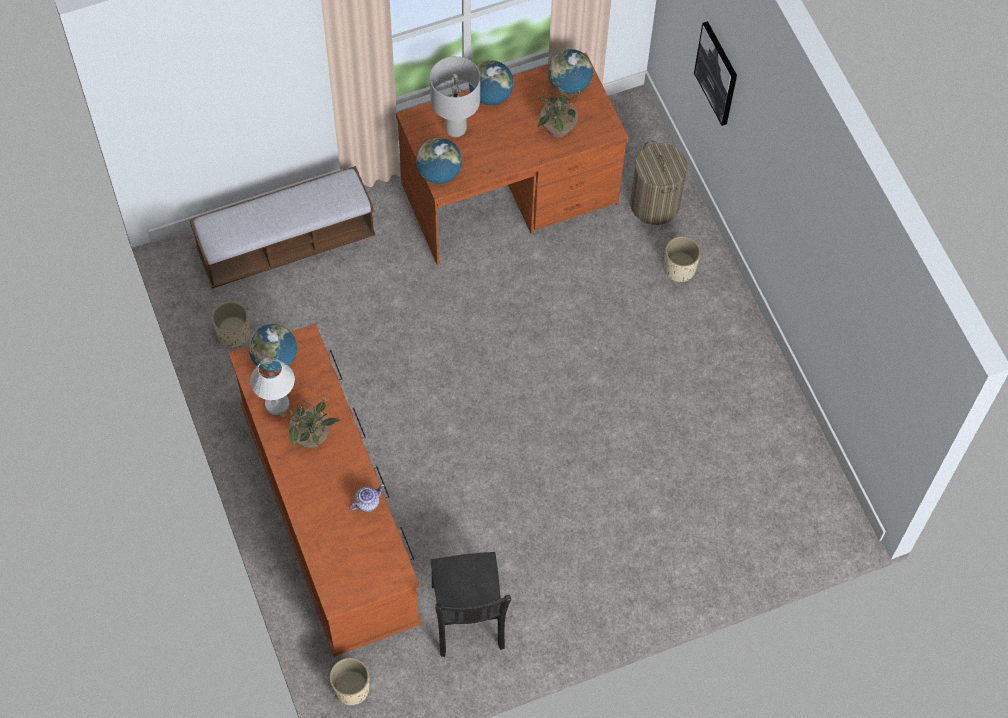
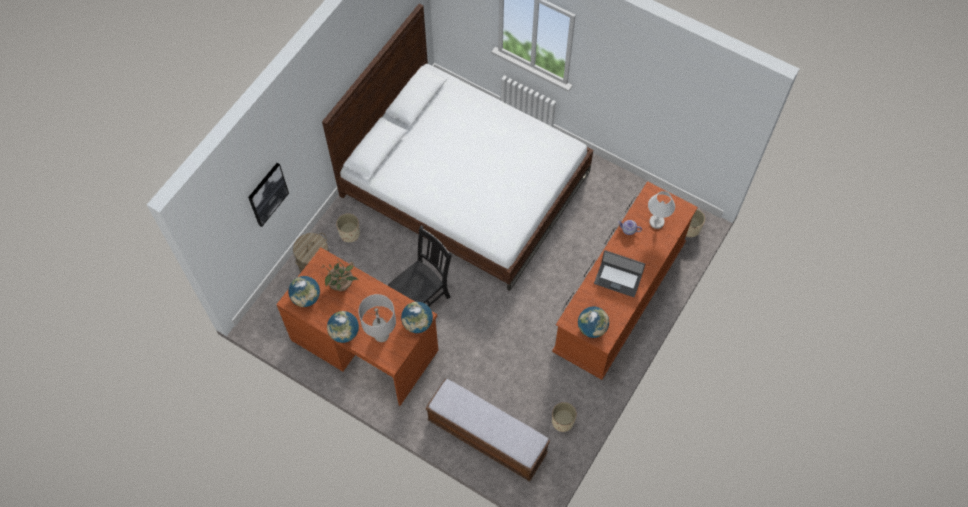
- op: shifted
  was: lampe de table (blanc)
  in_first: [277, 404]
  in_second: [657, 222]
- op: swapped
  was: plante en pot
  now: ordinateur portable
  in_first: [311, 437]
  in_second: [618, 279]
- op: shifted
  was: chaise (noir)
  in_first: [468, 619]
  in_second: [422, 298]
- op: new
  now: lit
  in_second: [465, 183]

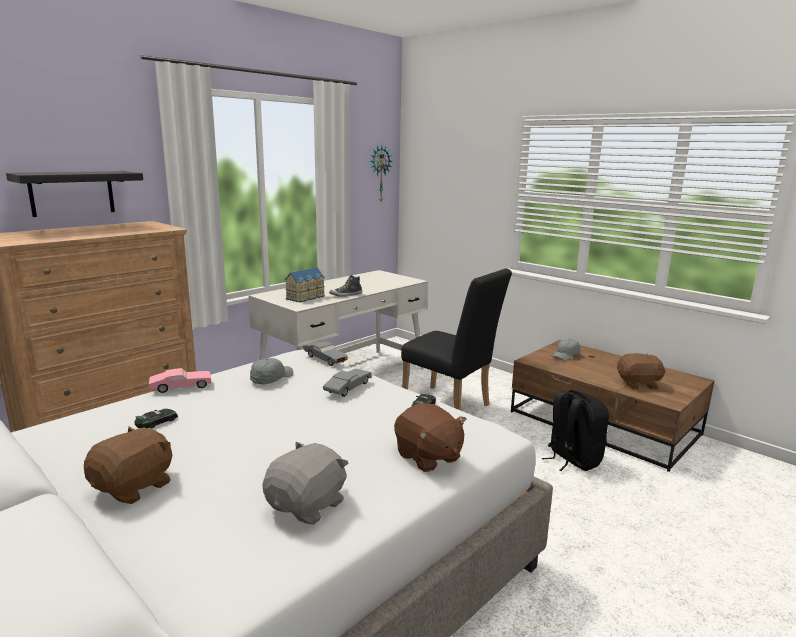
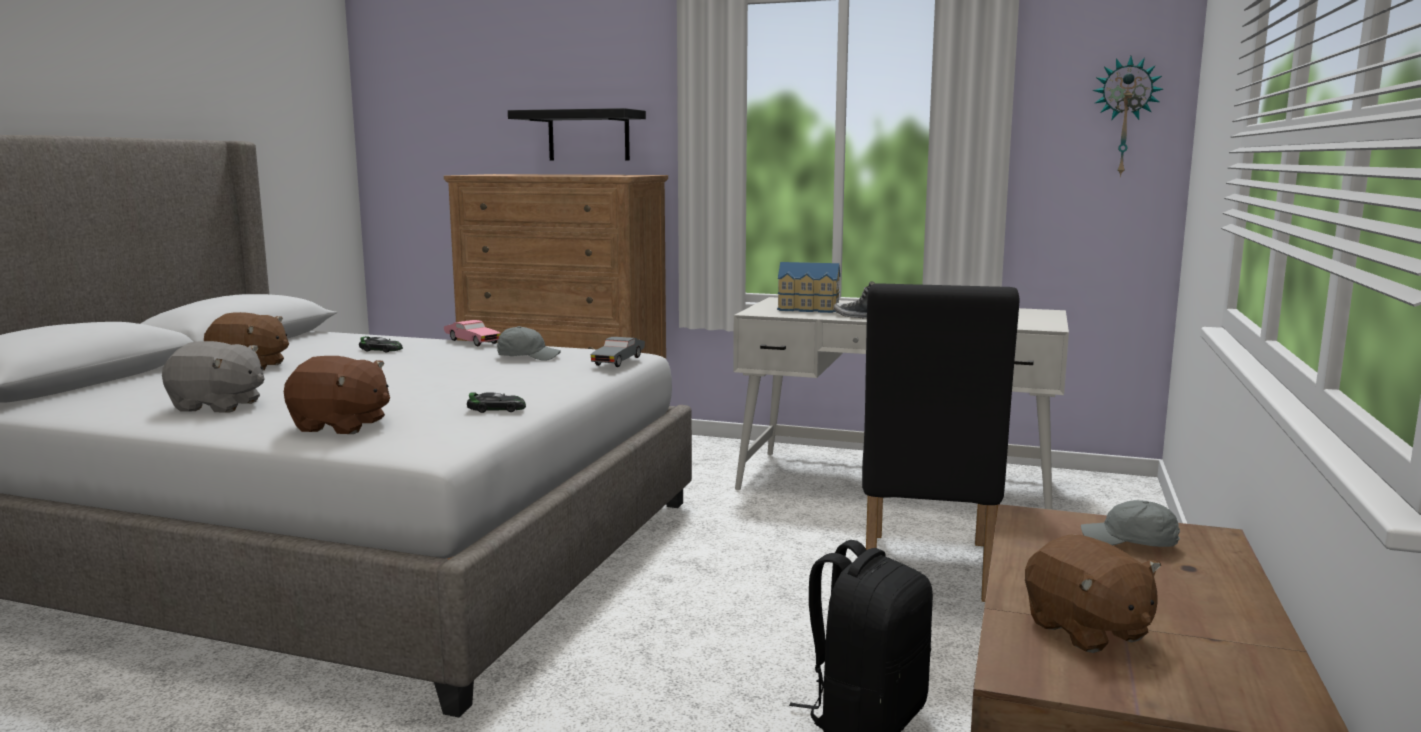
- op: gone
  was: petite voiture (gris)
  in_first: [348, 388]
- op: rotated
  was: peluche (marron)
  in_first: [428, 457]
  in_second: [341, 426]
  clockwise: -105

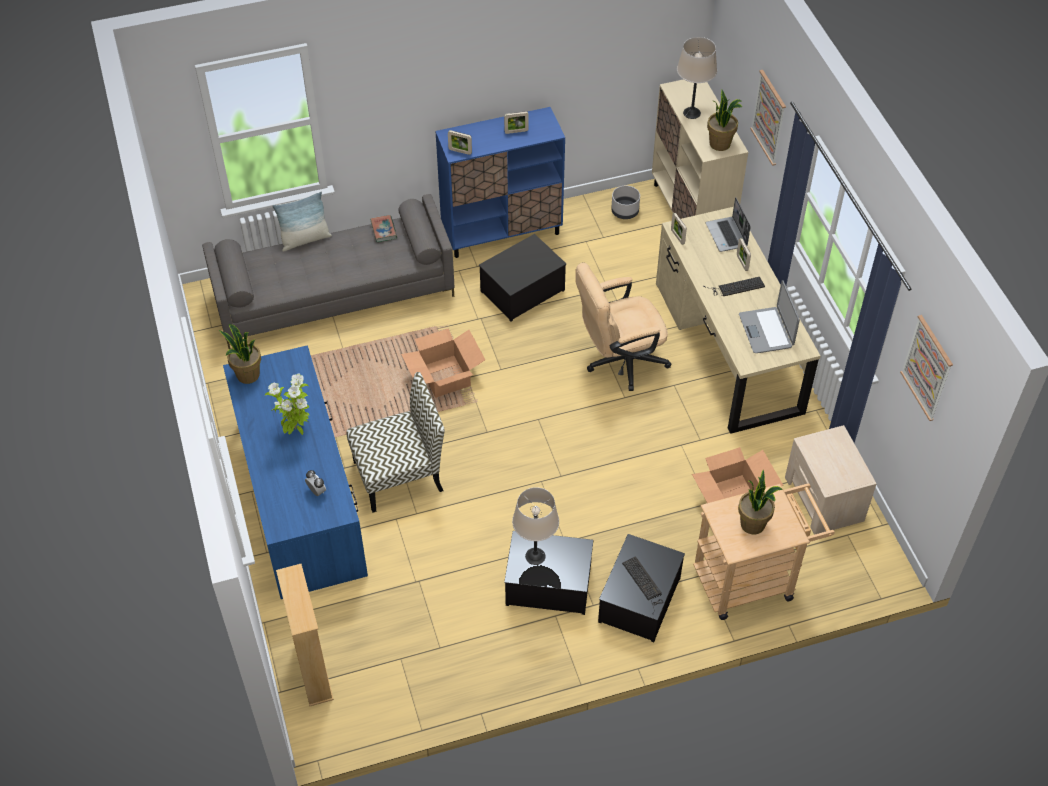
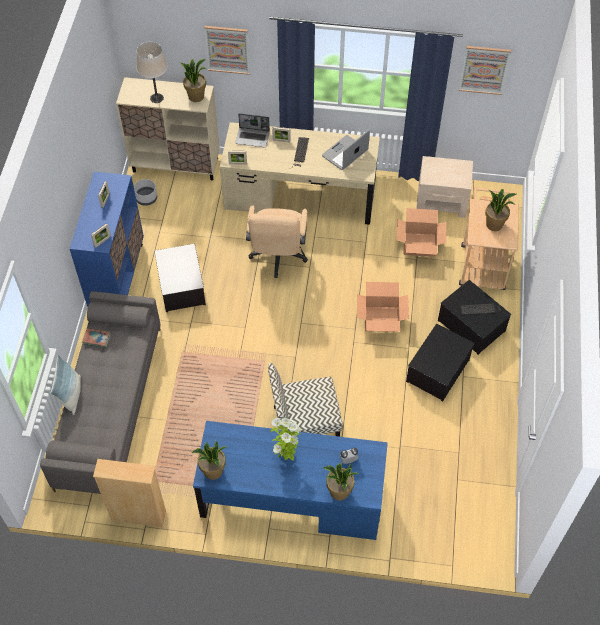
- op: shifted
  was: bibliothèque (beige)
  in_first: [313, 671]
  in_second: [139, 516]
- op: rotated
  was: chaise
  in_first: [399, 475]
  in_second: [304, 424]
  clockwise: -105
- op: shifted
  was: carton
  in_first: [444, 377]
  in_second: [381, 319]
- op: gone
  was: lampe de table (beige)
  in_first: [535, 556]
- op: rotated
  was: ordinateur portable
  in_first: [766, 331]
  in_second: [345, 153]
  clockwise: 120
- op: new
  now: plante en pot
  in_second: [339, 492]

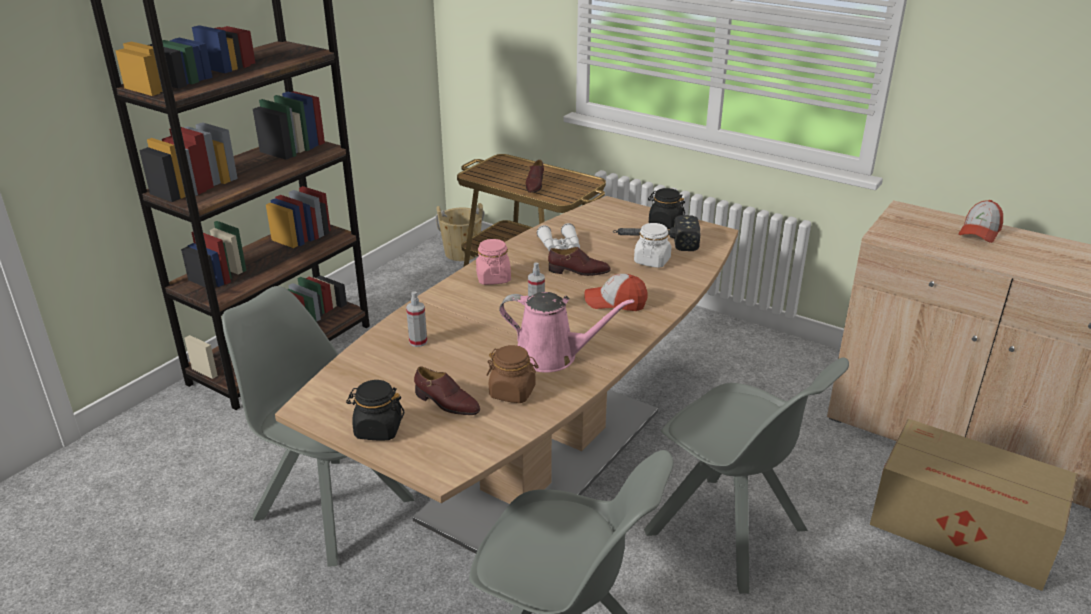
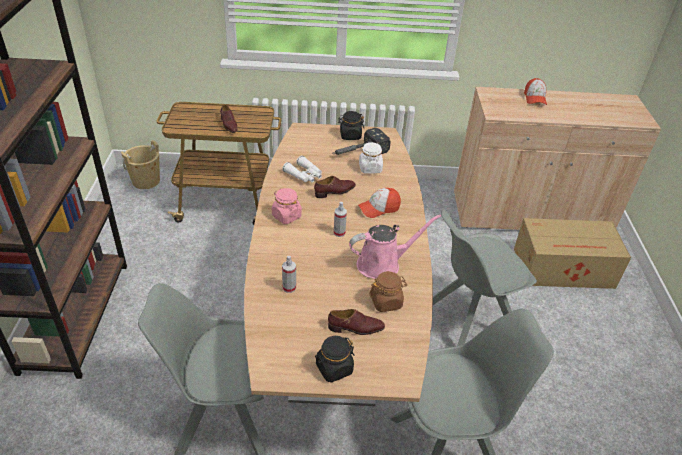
- op: rotated
  was: chaise (gris)
  in_first: [729, 534]
  in_second: [467, 322]
  clockwise: 150

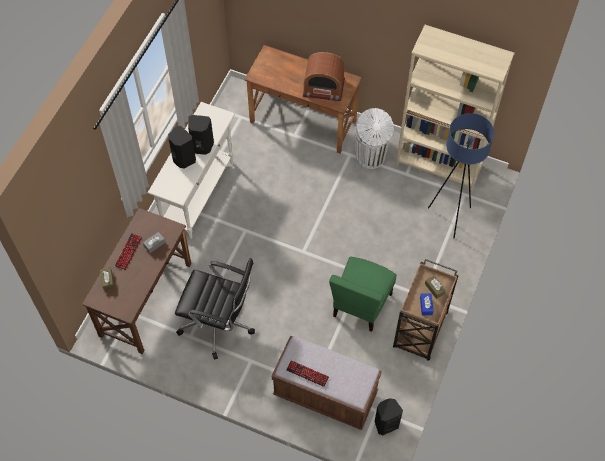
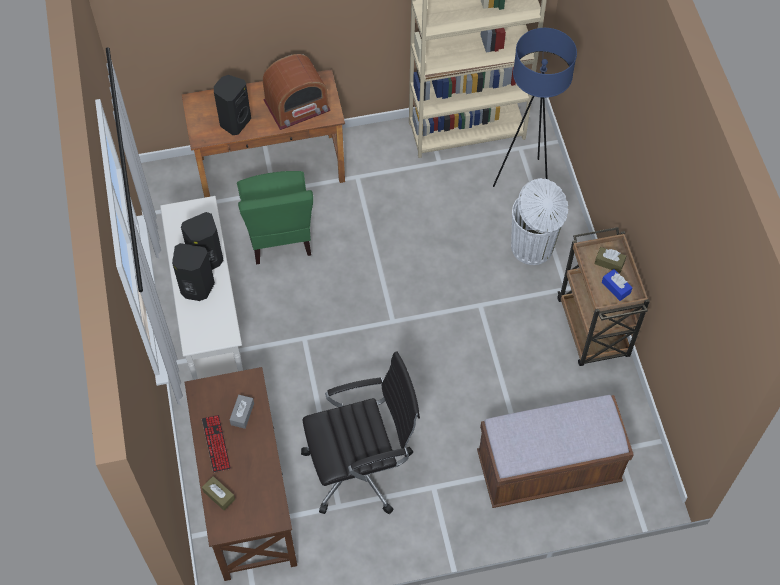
- op: gone
  was: clavier
  in_first: [307, 374]
- op: shifted
  was: chaise (vert)
  in_first: [361, 305]
  in_second: [279, 234]
- op: shifted
  was: poubelle (blanc)
  in_first: [370, 157]
  in_second: [533, 248]
- op: shifted
  was: enceinte (noir)
  in_first: [386, 423]
  in_second: [234, 122]

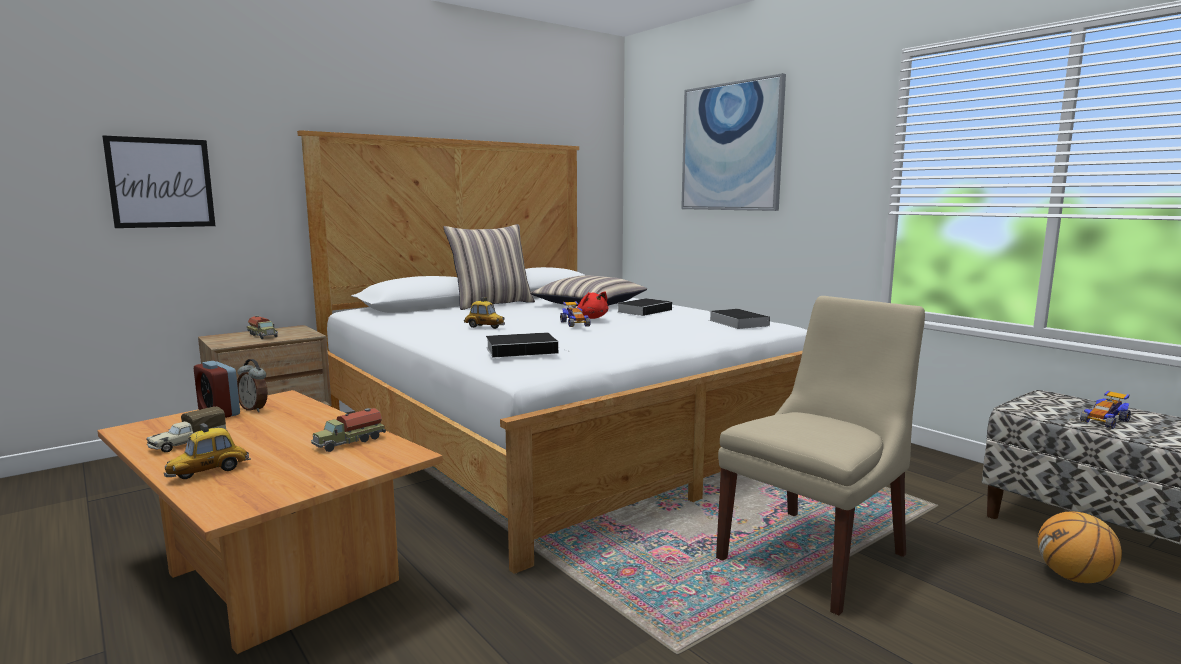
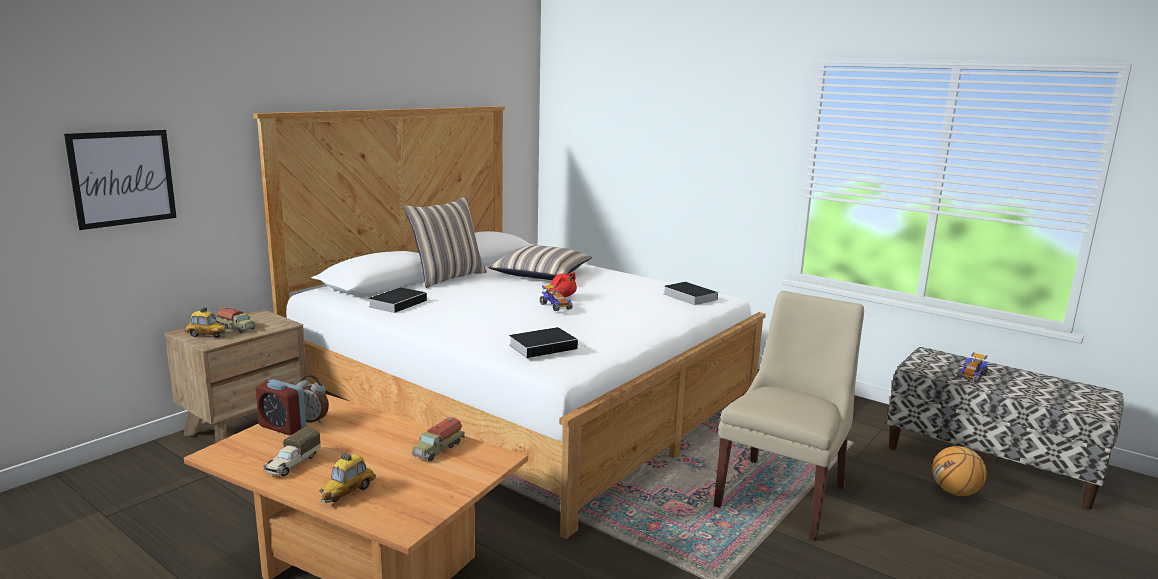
- op: shifted
  was: petite voiture
  in_first: [484, 327]
  in_second: [206, 336]
- op: shifted
  was: livre
  in_first: [645, 310]
  in_second: [398, 303]
- op: gone
  was: tableau
  in_first: [731, 147]

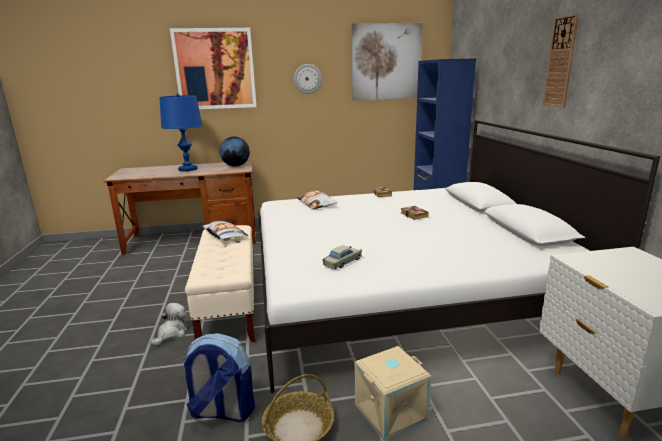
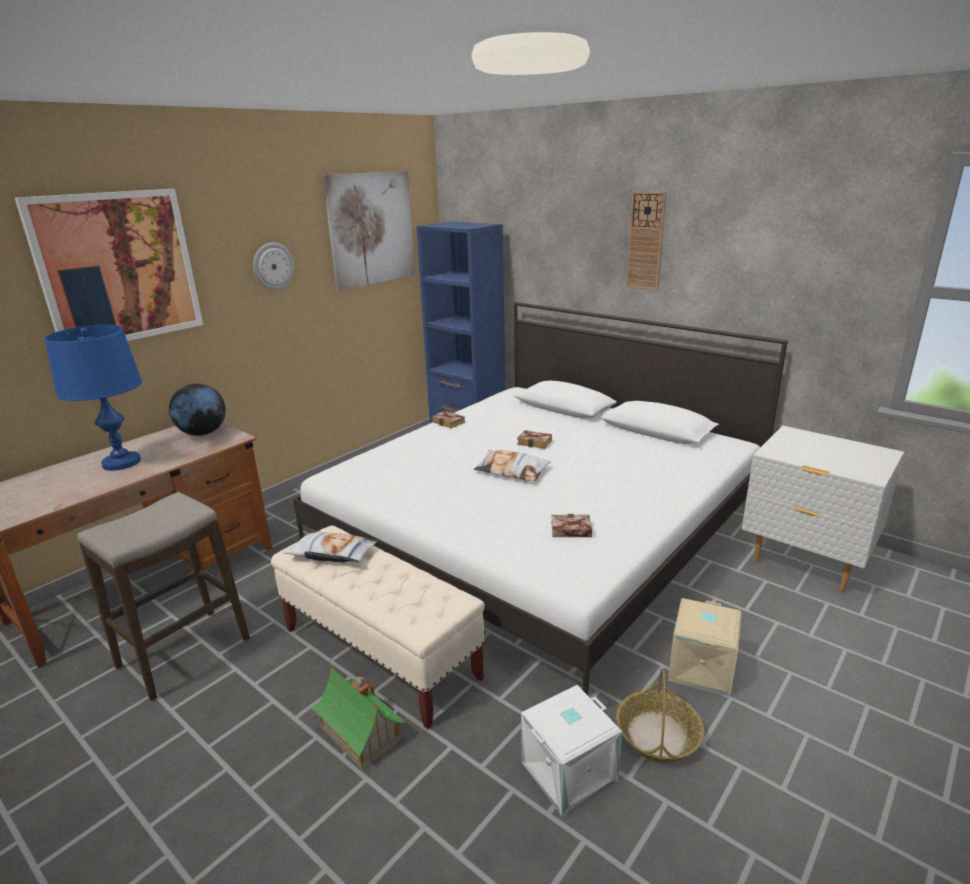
- op: swapped
  was: peluche
  now: maison miniature
  in_first: [171, 333]
  in_second: [359, 732]
- op: swapped
  was: sac à dos
  now: boîte de rangement (blanc)
  in_first: [222, 411]
  in_second: [569, 773]
- op: shifted
  was: coussin
  in_first: [316, 204]
  in_second: [512, 470]
- op: swapped
  was: petite voiture (beige)
  now: livre
  in_first: [342, 262]
  in_second: [569, 531]
- op: new
  now: tabouret
  in_second: [185, 653]

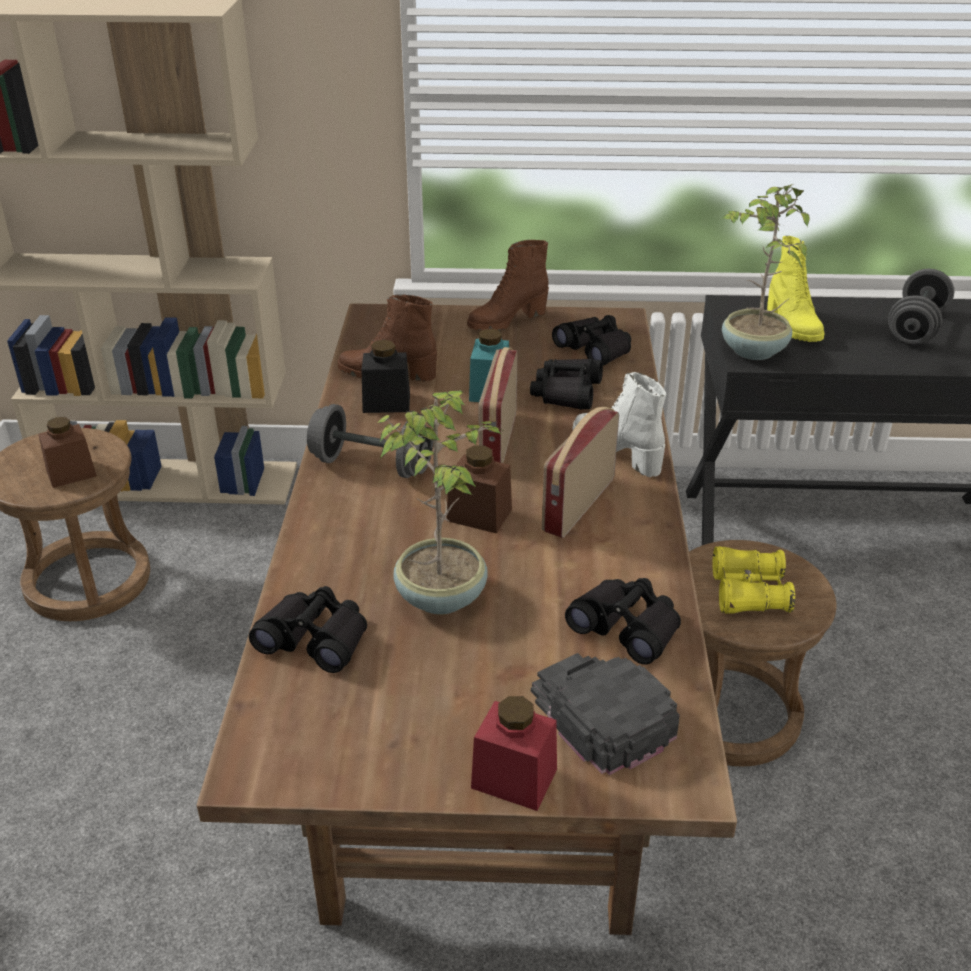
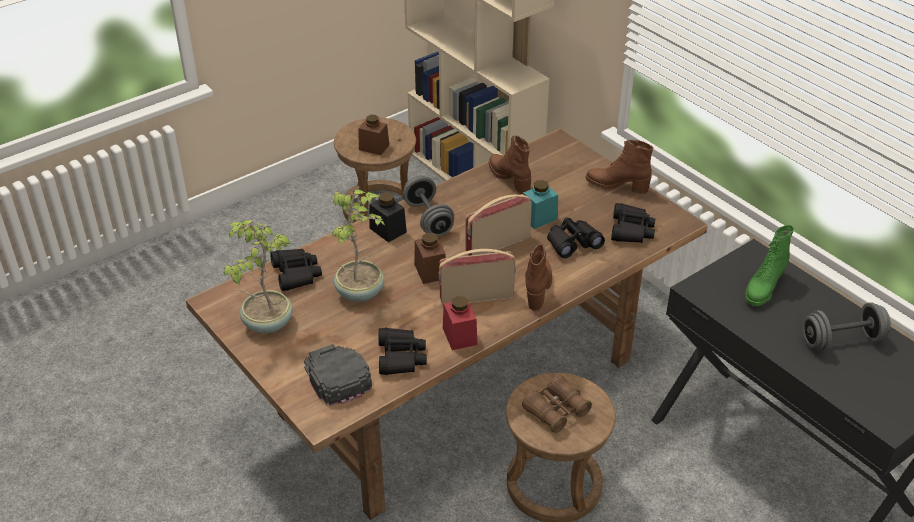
- op: shifted
  was: bocal (noir)
  in_first: [386, 402]
  in_second: [388, 230]
- op: shifted
  was: bocal (rouge)
  in_first: [514, 778]
  in_second: [459, 336]
- op: rotated
  was: casquette (noir)
  in_first: [600, 714]
  in_second: [336, 376]
  clockwise: -45
- op: repainted
  was: botte (blanc)
  now: botte (marron)
  in_first: [617, 453]
  in_second: [538, 287]
- op: repainted
  was: jumelles (jaune)
  now: jumelles (marron)
  in_first: [749, 593]
  in_second: [556, 411]
- op: shifted
  was: plante en pot
  in_first: [752, 351]
  in_second: [266, 323]
- op: repainted
  was: botte (jaune)
  now: botte (vert)
  in_first: [791, 326]
  in_second: [763, 288]

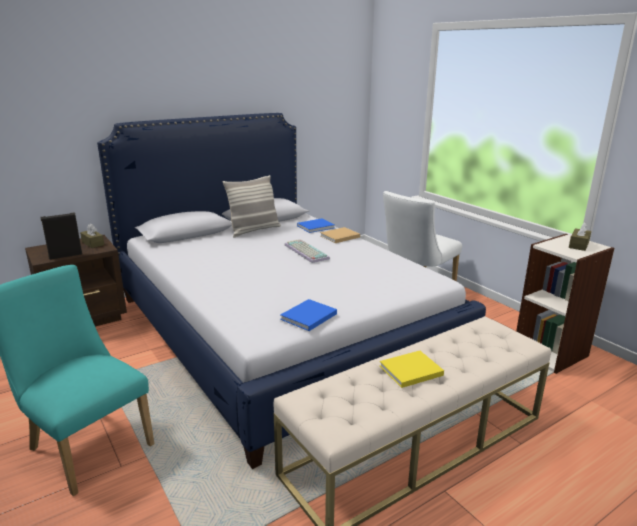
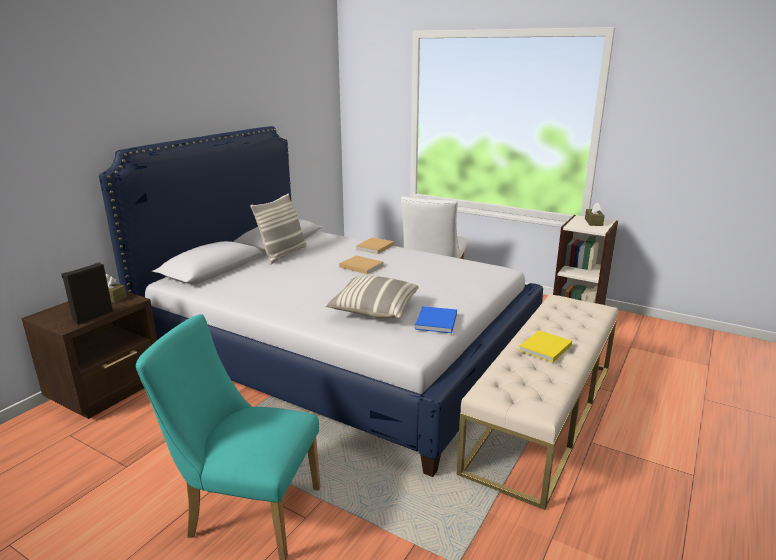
- op: swapped
  was: clavier
  now: livre (beige)
  in_first: [305, 251]
  in_second: [360, 266]
- op: gone
  was: livre (bleu)
  in_first: [316, 227]
- op: new
  now: coussin
  in_second: [373, 309]

